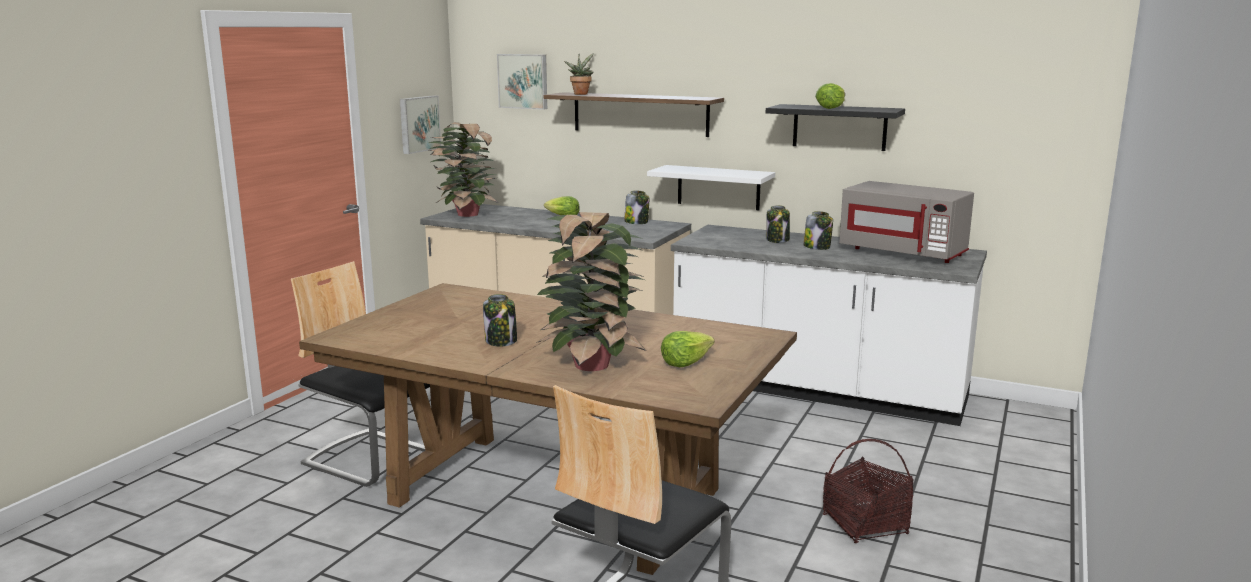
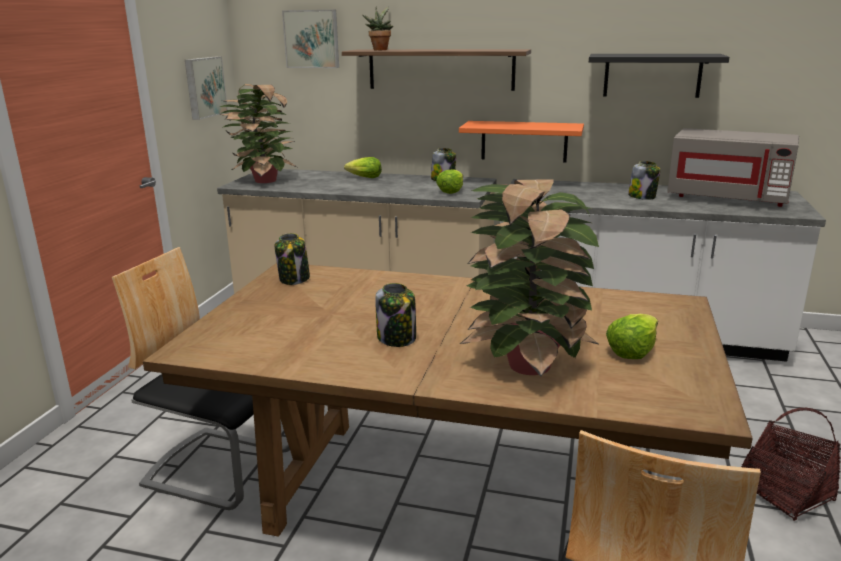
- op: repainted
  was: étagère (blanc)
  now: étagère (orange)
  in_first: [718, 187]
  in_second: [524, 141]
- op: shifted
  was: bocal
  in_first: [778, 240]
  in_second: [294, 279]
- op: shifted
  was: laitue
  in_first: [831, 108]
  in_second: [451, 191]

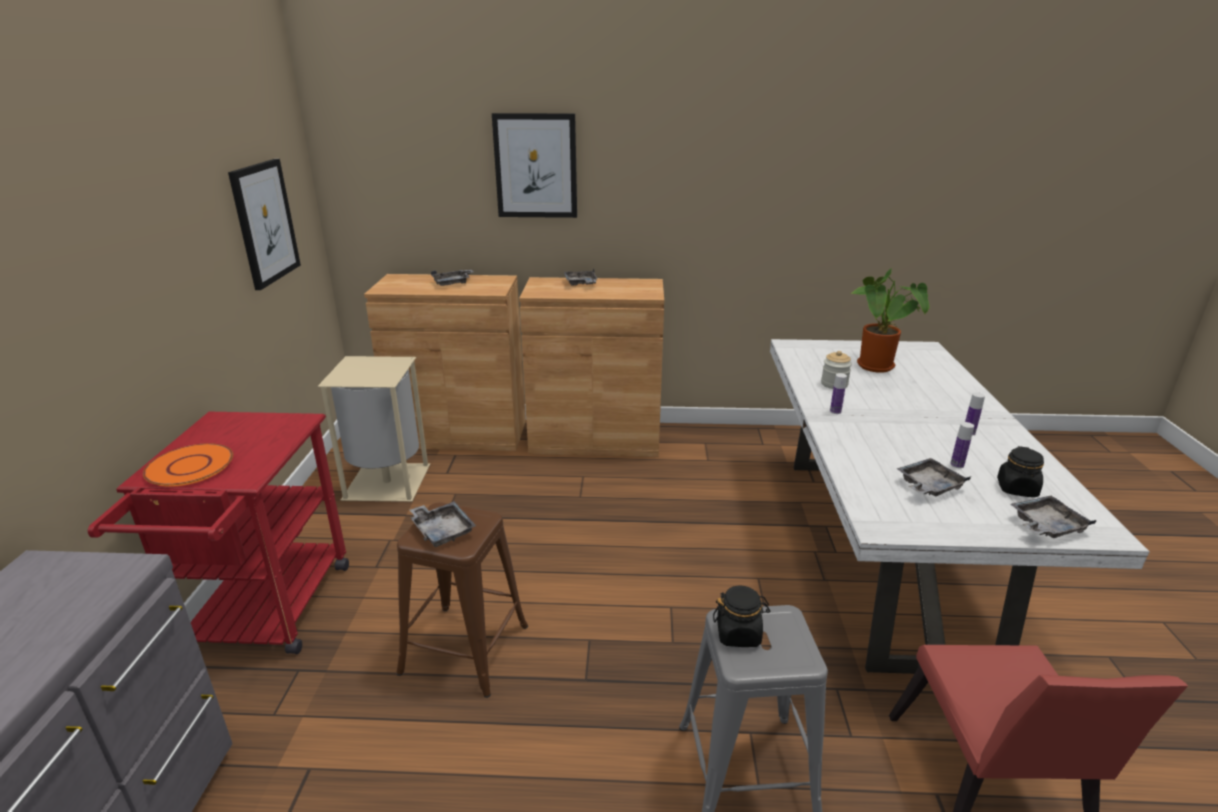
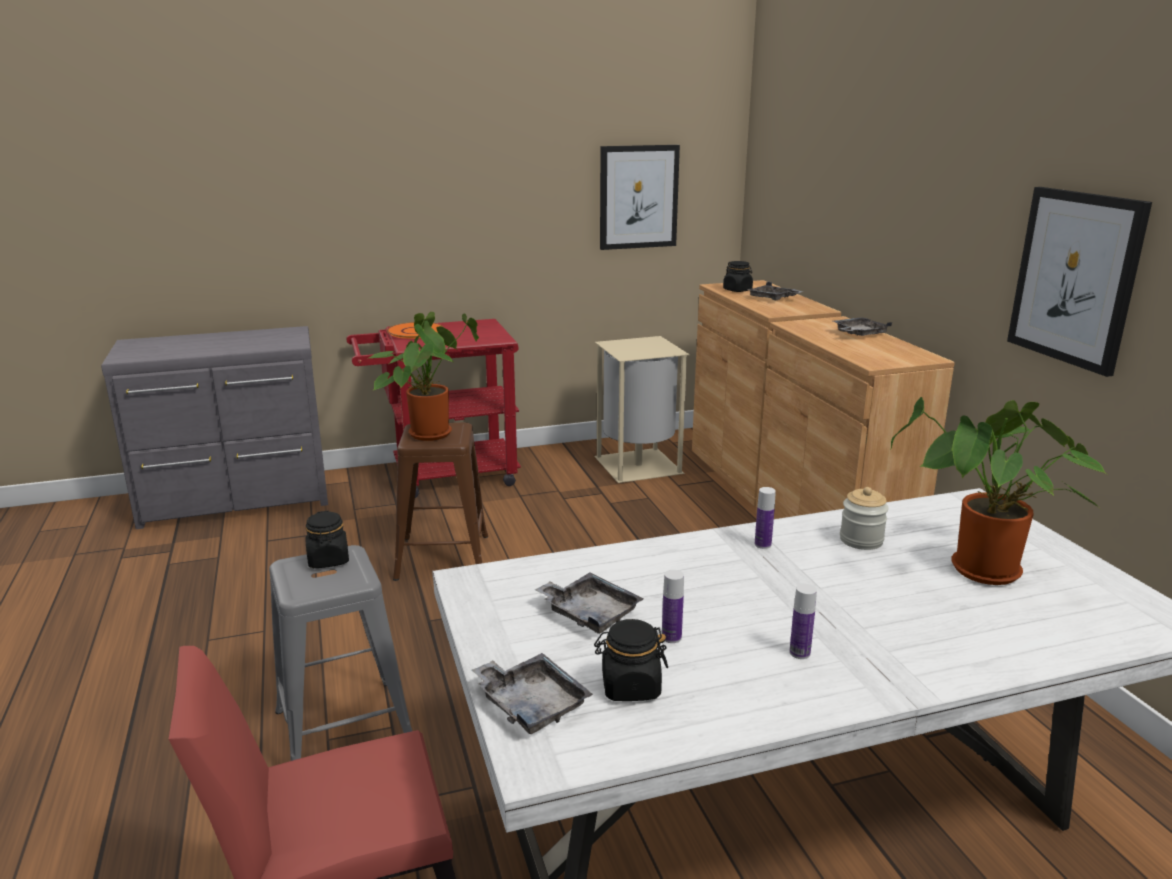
- op: swapped
  was: plateau (gris)
  now: plante en pot
  in_first: [442, 530]
  in_second: [430, 432]
- op: shifted
  was: tableau
  in_first: [536, 166]
  in_second: [1075, 278]
- op: new
  now: bocal (noir)
  in_second: [737, 290]

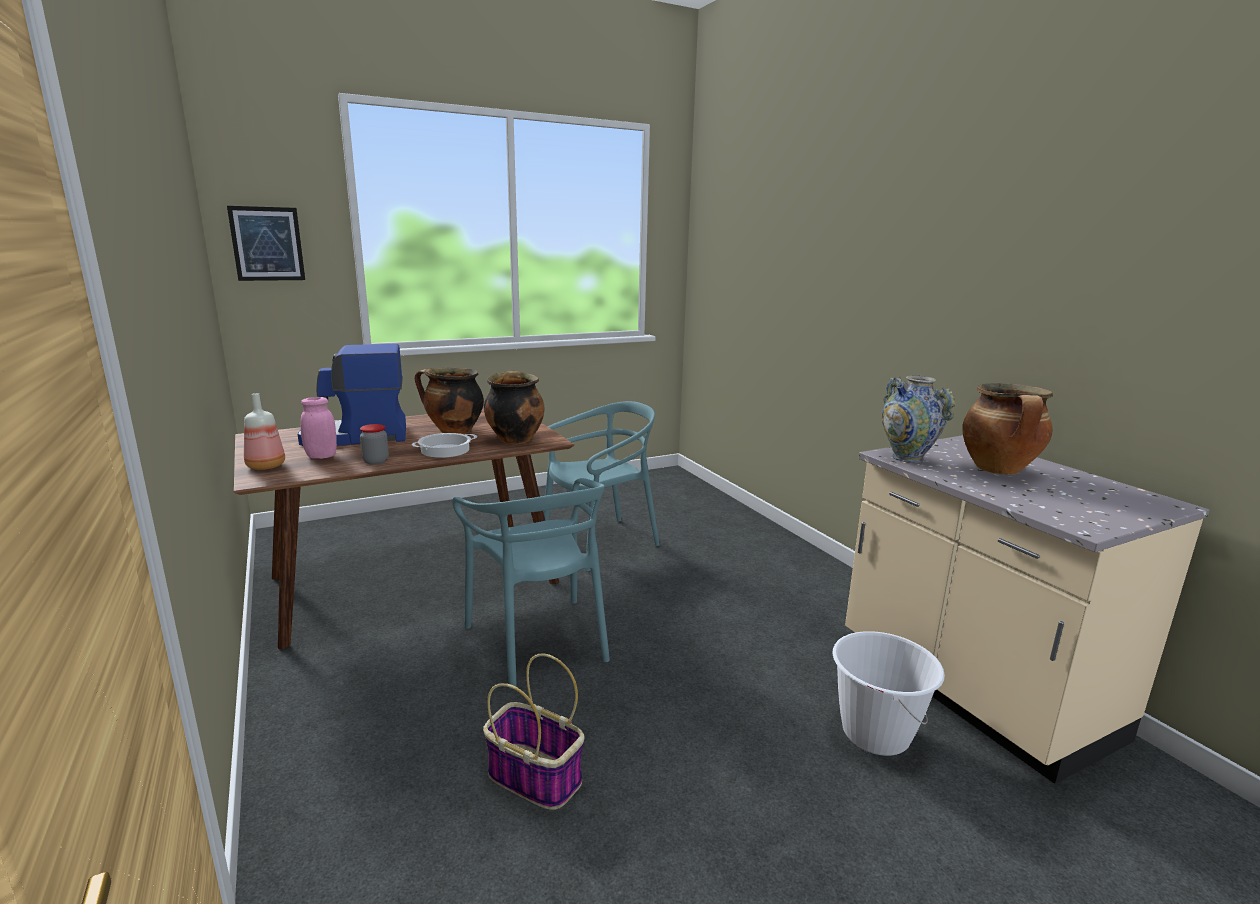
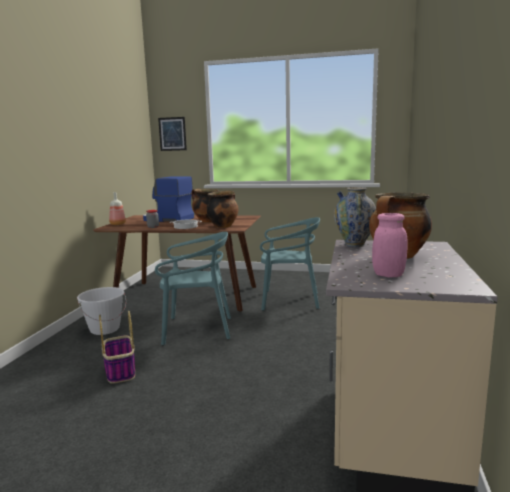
- op: shifted
  was: bocal (rose)
  in_first: [321, 456]
  in_second: [388, 275]
- op: rotated
  was: chaise (turquoise)
  in_first: [539, 640]
  in_second: [197, 329]
  clockwise: -105
- op: shifted
  was: seau (blanc)
  in_first: [875, 733]
  in_second: [105, 329]

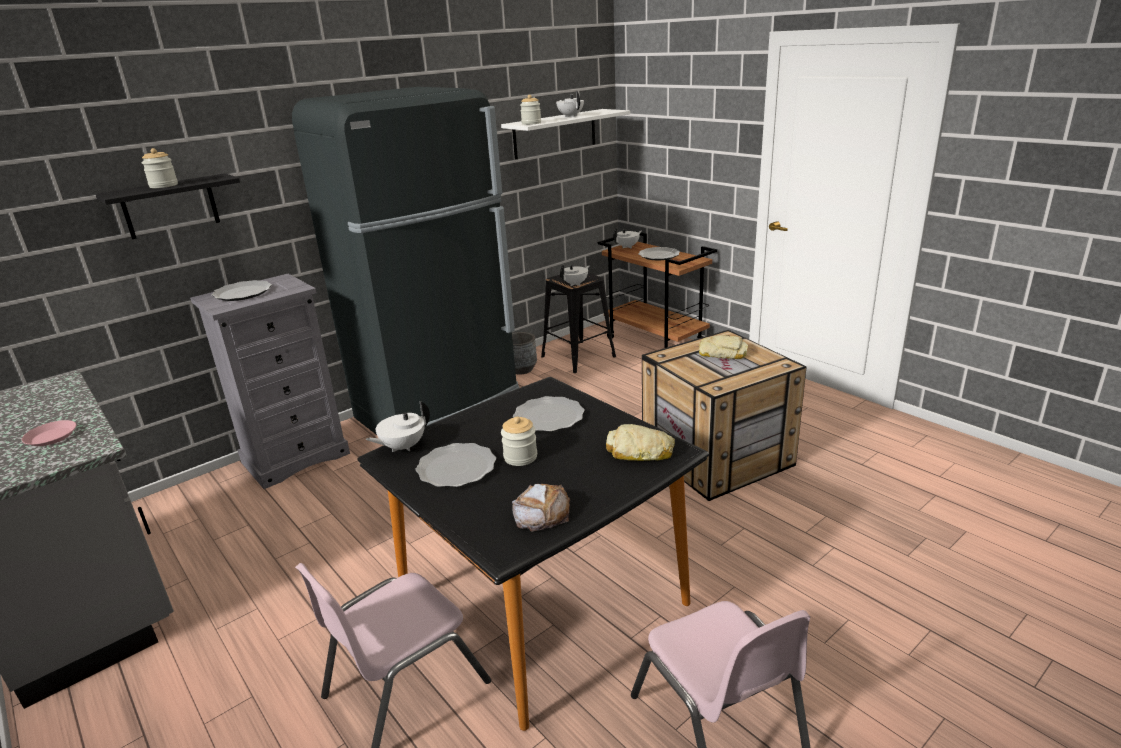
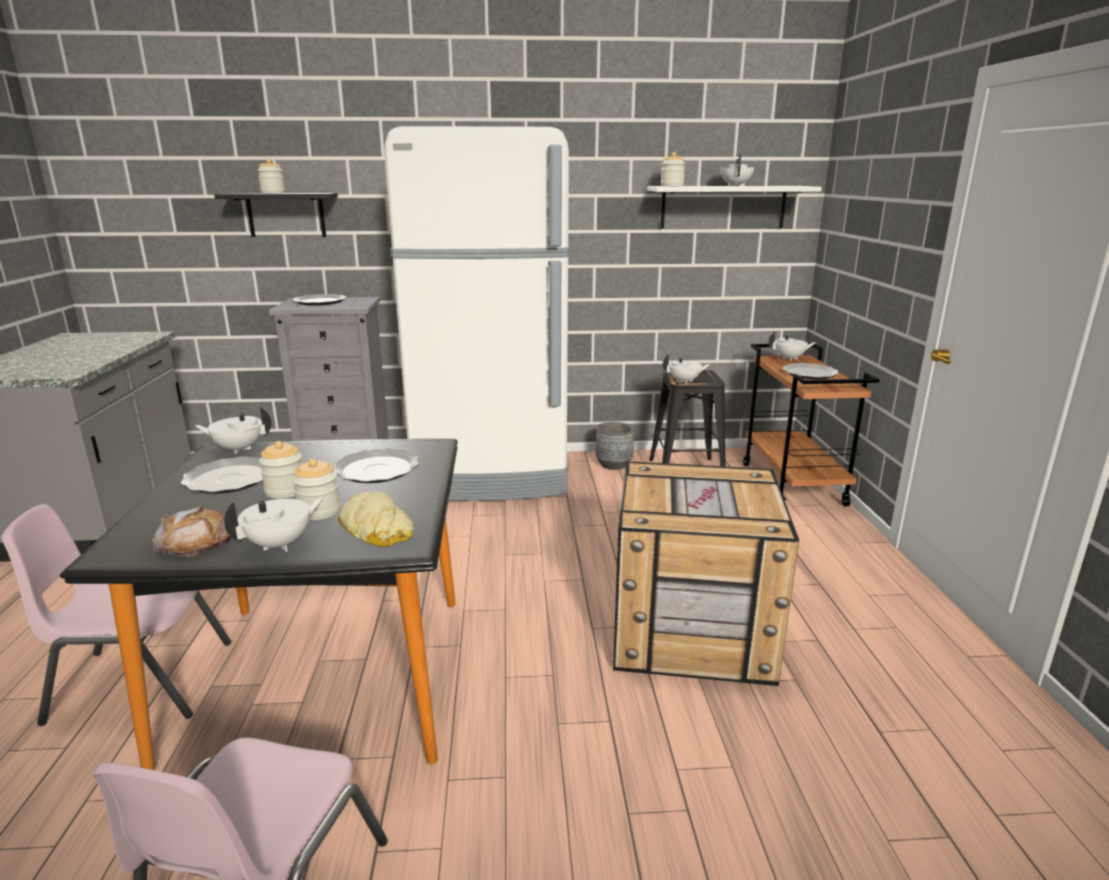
- op: gone
  was: assiette (rose)
  in_first: [51, 437]
- op: repainted
  was: réfrigérateur (noir)
  now: réfrigérateur (blanc)
  in_first: [439, 412]
  in_second: [492, 475]
- op: gone
  was: pain
  in_first: [723, 353]
- op: new
  now: théière (blanc)
  in_second: [280, 544]
- op: new
  now: bocal
  in_second: [319, 511]

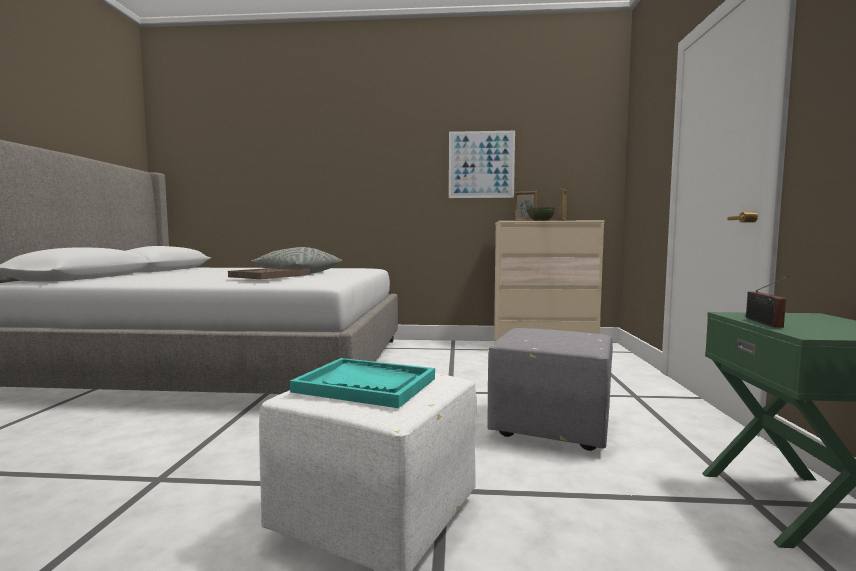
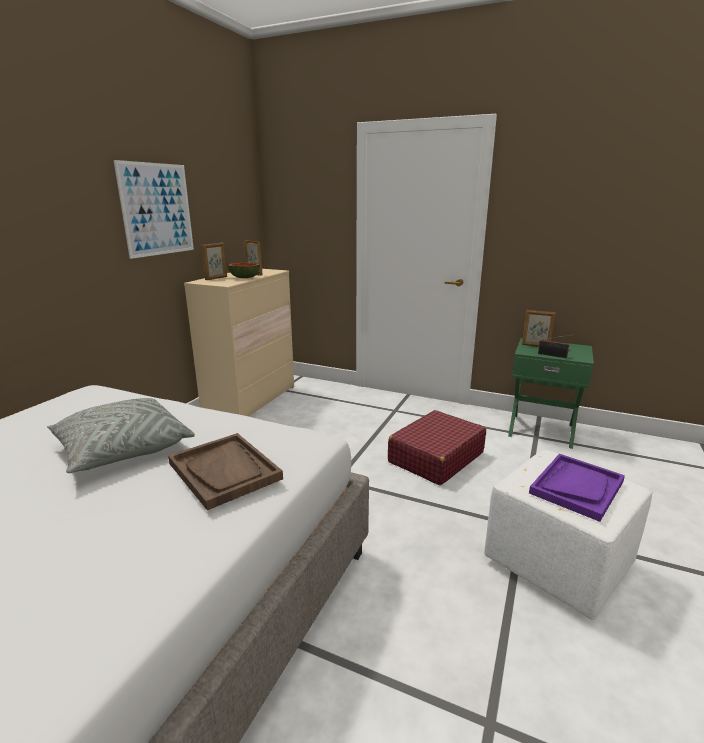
- op: repainted
  was: plateau (turquoise)
  now: plateau (violet)
  in_first: [366, 385]
  in_second: [576, 487]
- op: swapped
  was: pouf (gris)
  now: valise (rouge)
  in_first: [550, 427]
  in_second: [435, 457]
- op: new
  now: cadre photo
  in_second: [535, 346]

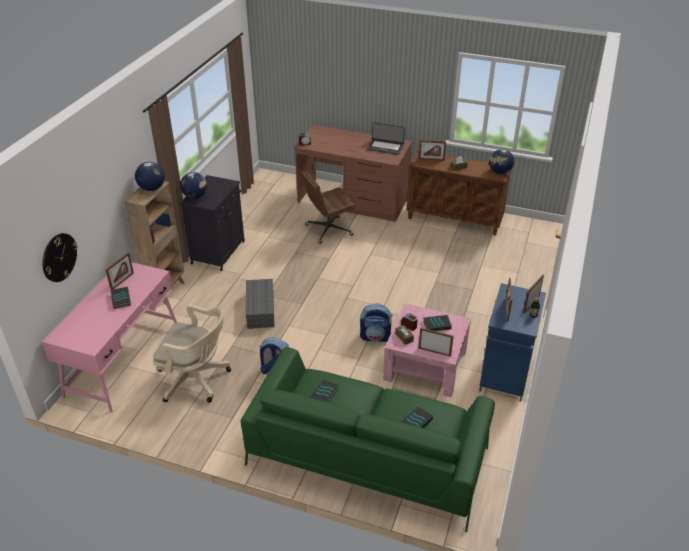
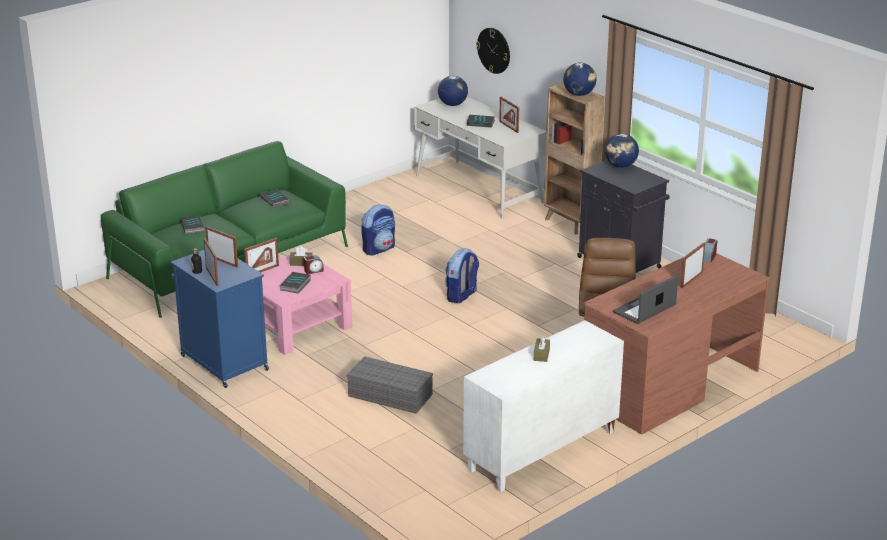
- op: repainted
  was: bureau (rose)
  now: bureau (blanc)
  in_first: [124, 360]
  in_second: [478, 189]
- op: gone
  was: chaise de bureau (beige)
  in_first: [197, 380]
- op: shifted
  was: boîte de rangement (gris)
  in_first: [260, 309]
  in_second: [391, 395]
- op: shifted
  was: sac à dos
  in_first: [375, 337]
  in_second: [462, 296]
- op: repainted
  was: meuble de rangement (marron)
  now: meuble de rangement (blanc)
  in_first: [455, 219]
  in_second: [541, 451]
- op: shifted
  was: cadre photo
  in_first: [431, 159]
  in_second: [691, 280]
- op: shifted
  was: globe
  in_first: [499, 172]
  in_second: [452, 104]

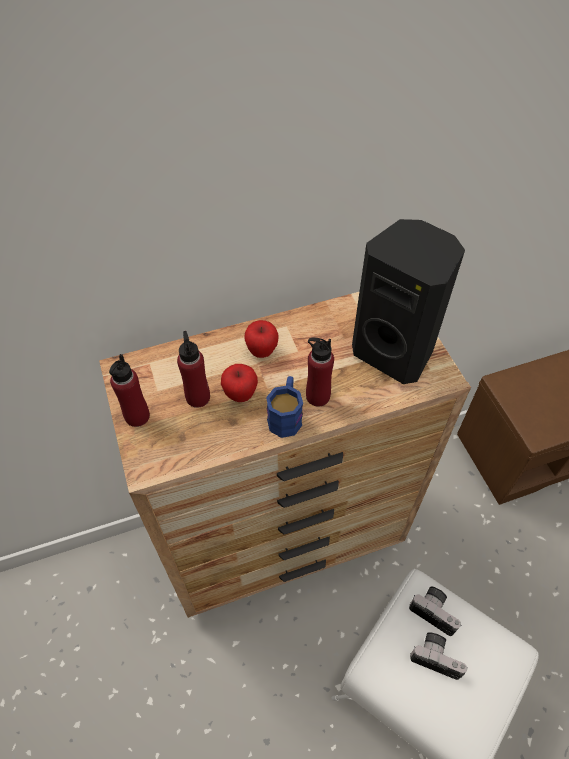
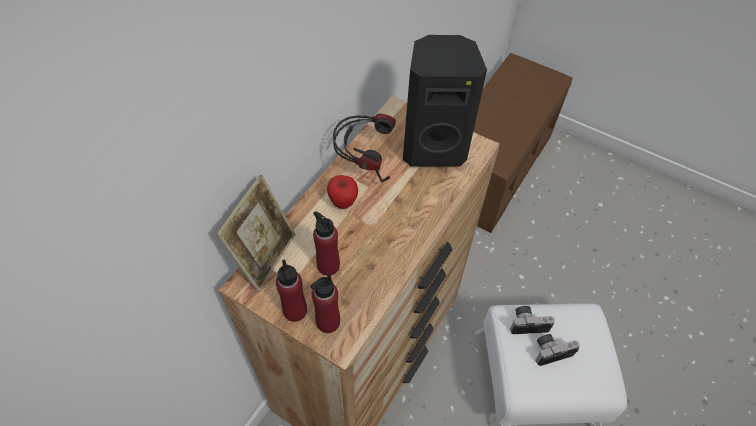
- op: gone
  was: pomme
  in_first: [240, 394]
- op: gone
  was: mug (bleu)
  in_first: [286, 415]
- op: shifted
  was: bouteille (rouge)
  in_first: [317, 396]
  in_second: [328, 322]
- op: new
  now: cadre photo
  in_second: [265, 257]
- op: new
  now: casque audio
  in_second: [364, 163]

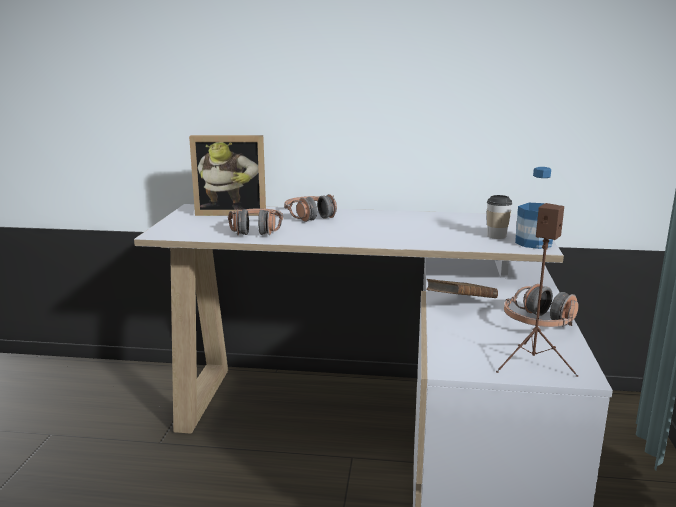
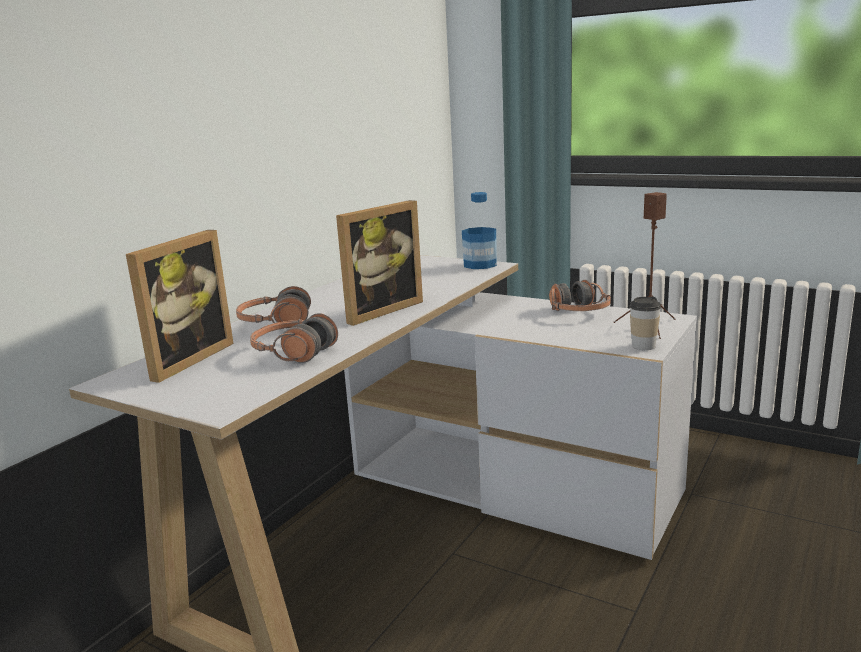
- op: gone
  was: livre (marron)
  in_first: [460, 304]
- op: shifted
  was: tasse
  in_first: [496, 236]
  in_second: [643, 346]
- op: new
  now: cadre photo
  in_second: [378, 310]

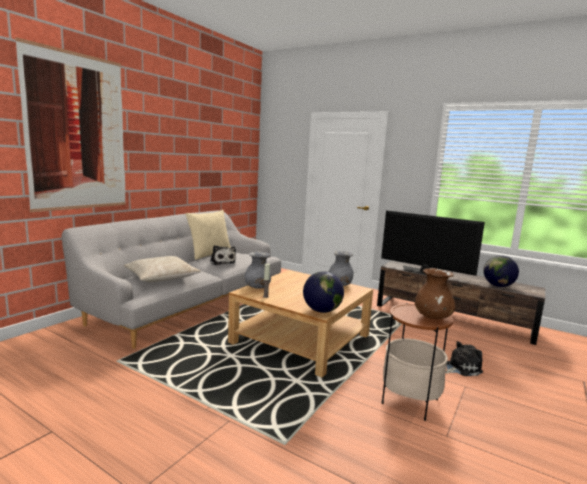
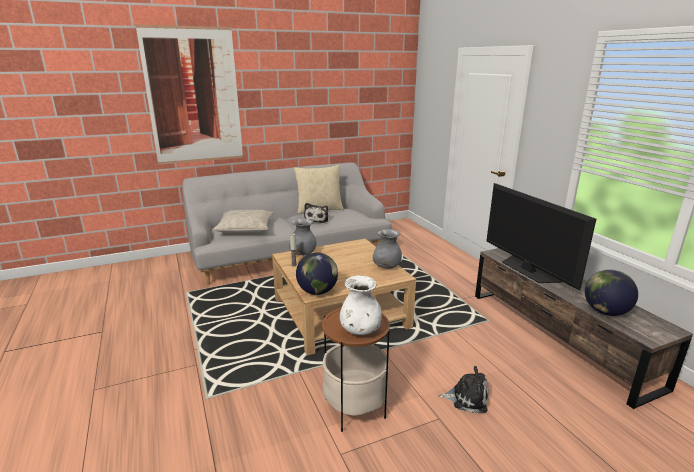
- op: repainted
  was: vase (marron)
  now: vase (blanc)
  in_first: [433, 317]
  in_second: [360, 330]

